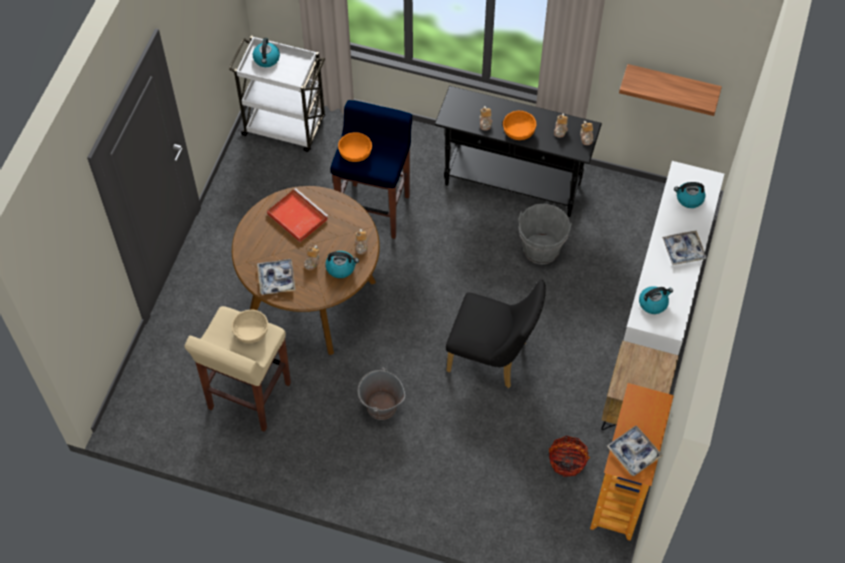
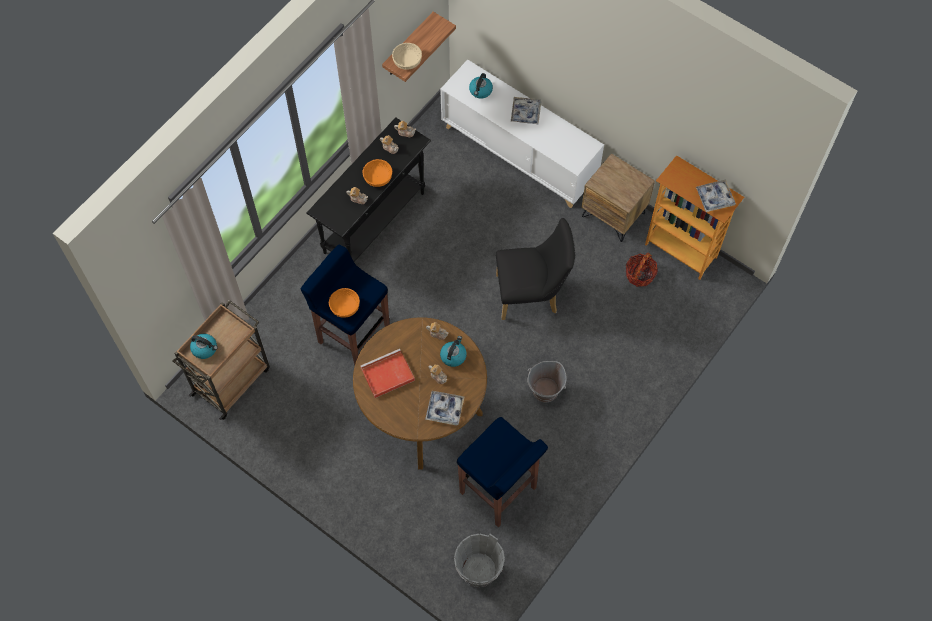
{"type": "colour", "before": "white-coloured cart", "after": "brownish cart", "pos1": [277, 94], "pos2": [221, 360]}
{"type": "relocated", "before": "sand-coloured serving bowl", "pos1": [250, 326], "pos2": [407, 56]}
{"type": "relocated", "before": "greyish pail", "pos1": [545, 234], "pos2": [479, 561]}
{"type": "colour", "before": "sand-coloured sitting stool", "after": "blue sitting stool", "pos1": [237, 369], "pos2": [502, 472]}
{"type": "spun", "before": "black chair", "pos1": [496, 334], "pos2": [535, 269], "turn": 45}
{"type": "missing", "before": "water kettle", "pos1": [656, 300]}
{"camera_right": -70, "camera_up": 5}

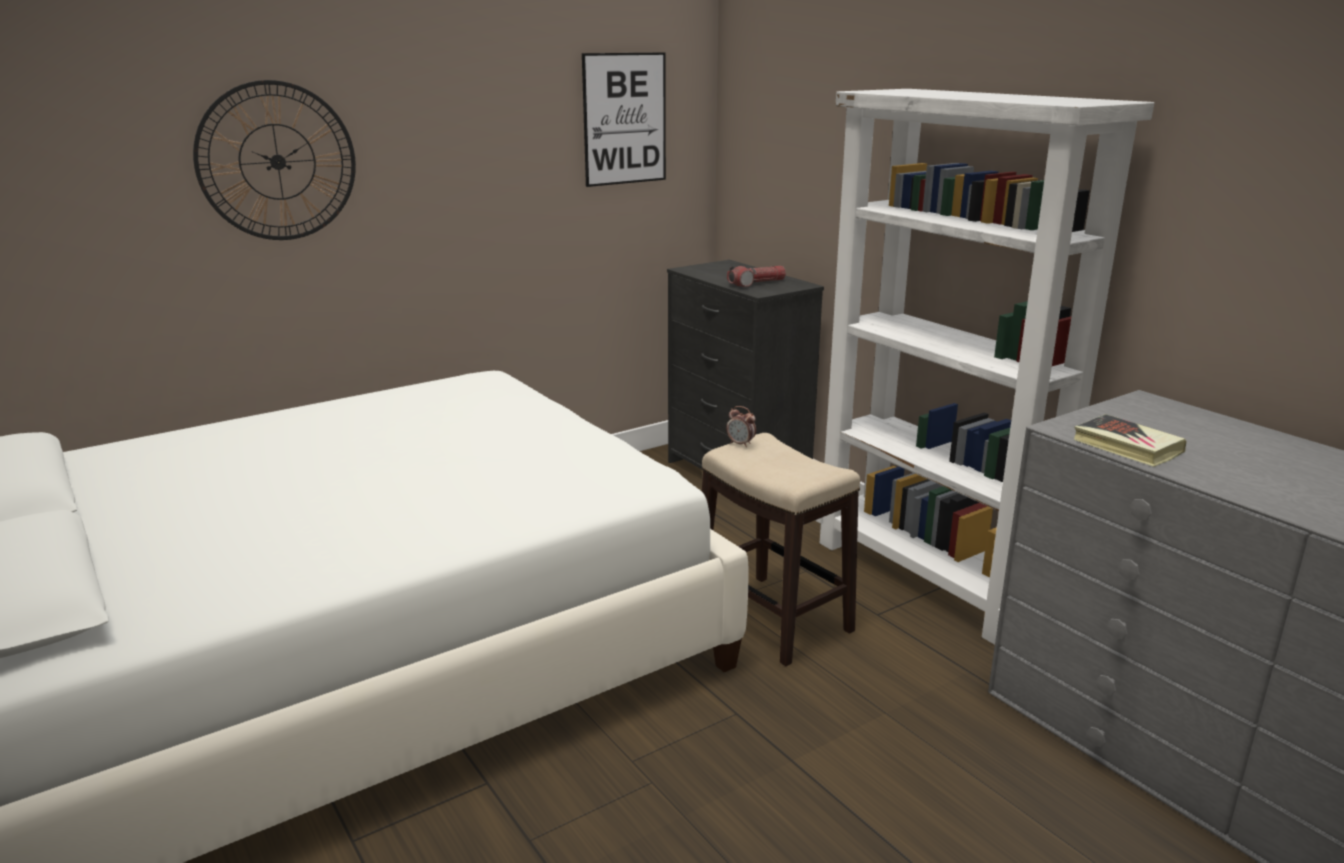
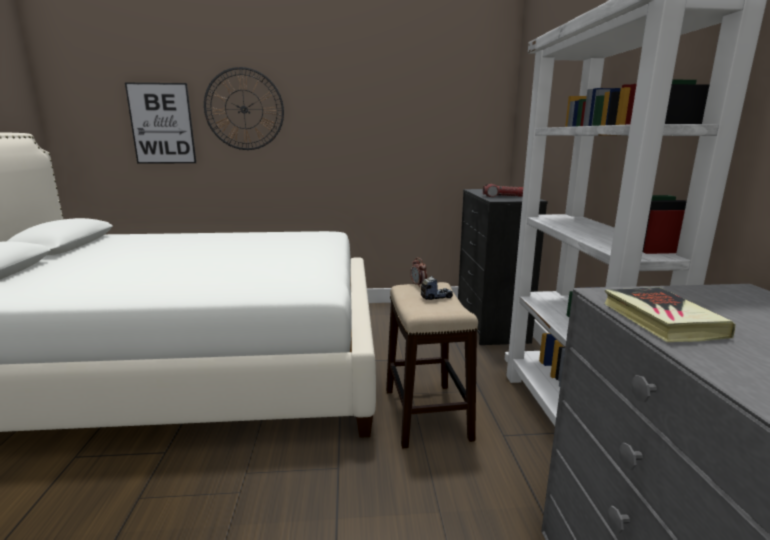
{"type": "relocated", "before": "wall art", "pos1": [624, 119], "pos2": [160, 123]}
{"type": "appeared", "after": "toy truck", "pos2": [437, 288]}
{"camera_right": 30, "camera_up": -5}

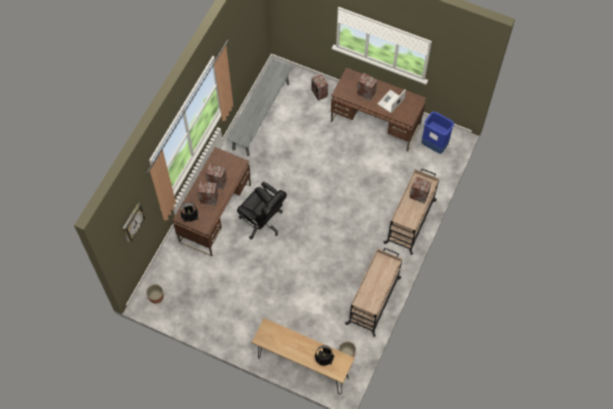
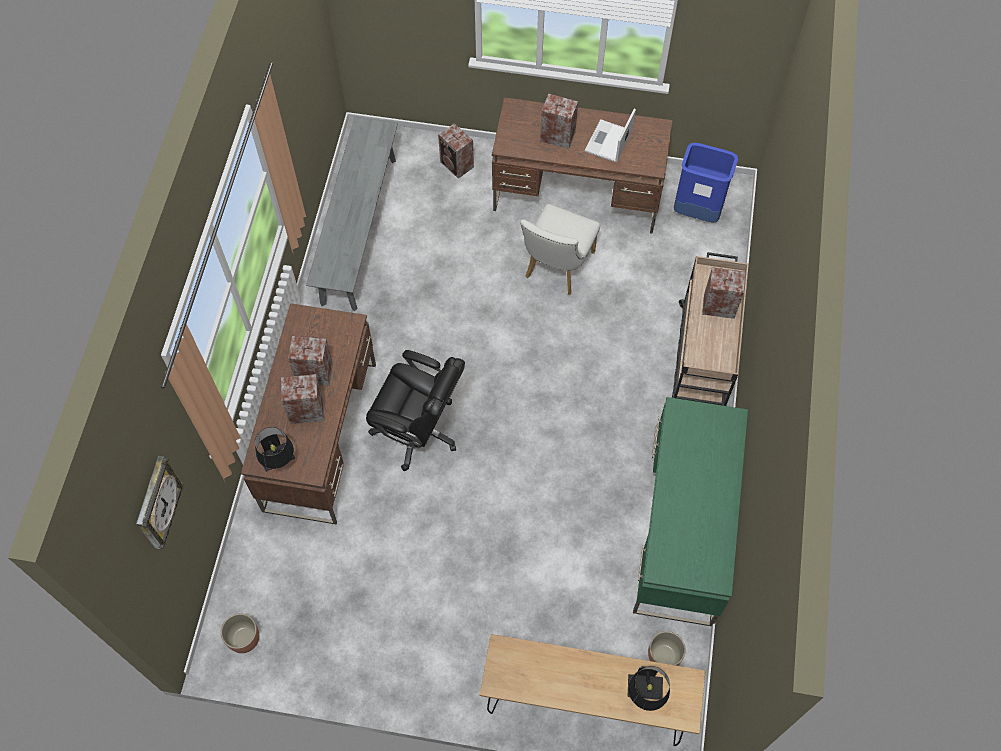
{"type": "appeared", "after": "white-coloured chair", "pos2": [560, 249]}
{"type": "exchanged", "before": "sand-coloured cart", "after": "green-coloured desk unit", "pos1": [373, 292], "pos2": [690, 511]}
{"camera_right": -15, "camera_up": 0}

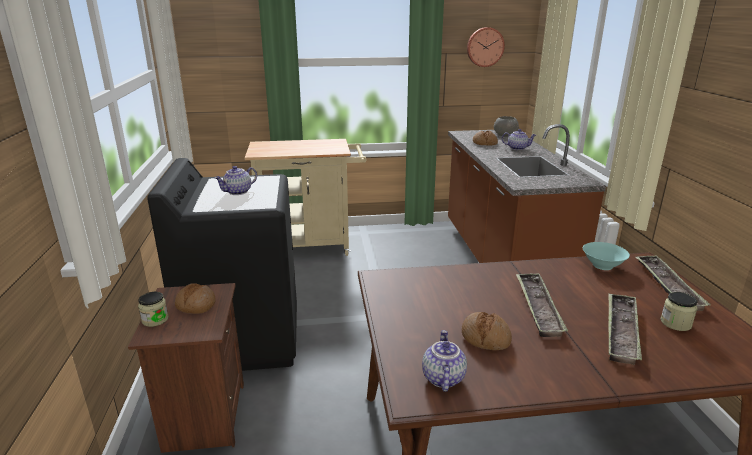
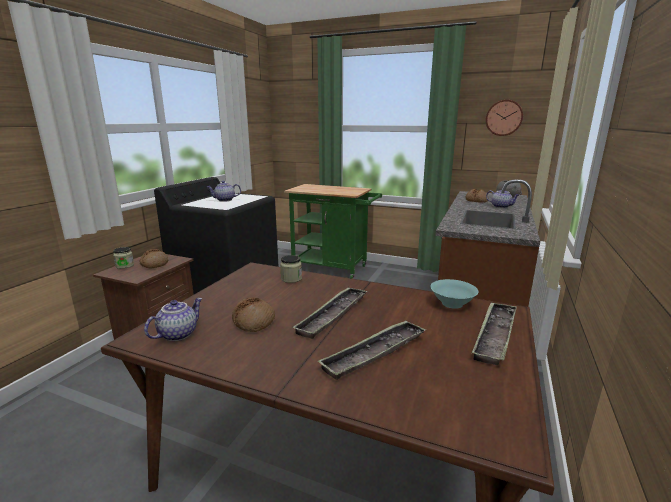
{"type": "relocated", "before": "jar", "pos1": [679, 311], "pos2": [291, 269]}
{"type": "colour", "before": "sand-coloured cart", "after": "green-coloured cart", "pos1": [305, 197], "pos2": [333, 231]}
{"camera_right": 30, "camera_up": -5}

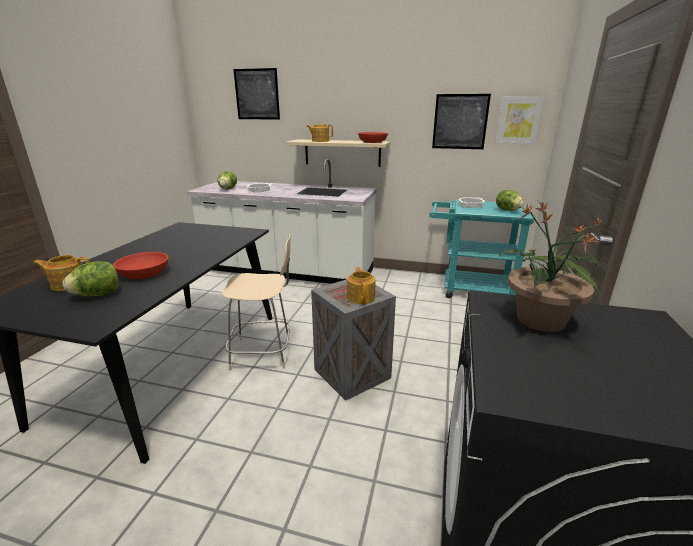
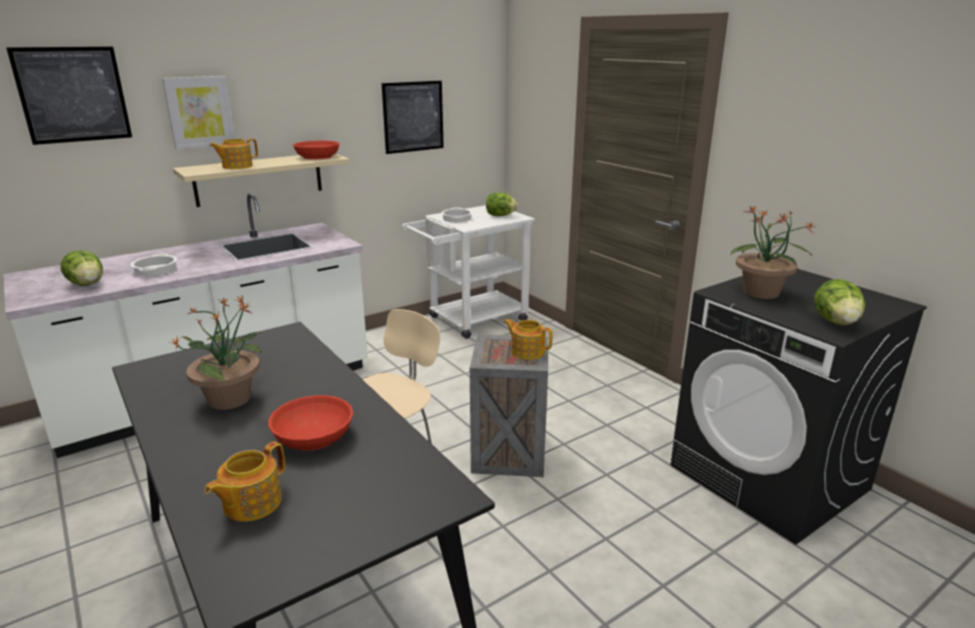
{"type": "relocated", "before": "wall art", "pos1": [520, 120], "pos2": [198, 113]}
{"type": "appeared", "after": "houseplant", "pos2": [216, 352]}
{"type": "colour", "before": "turquoise-coloured cart", "after": "white-coloured cart", "pos1": [481, 249], "pos2": [468, 272]}
{"type": "relocated", "before": "lettuce head", "pos1": [91, 279], "pos2": [839, 302]}
{"camera_right": -50, "camera_up": 0}

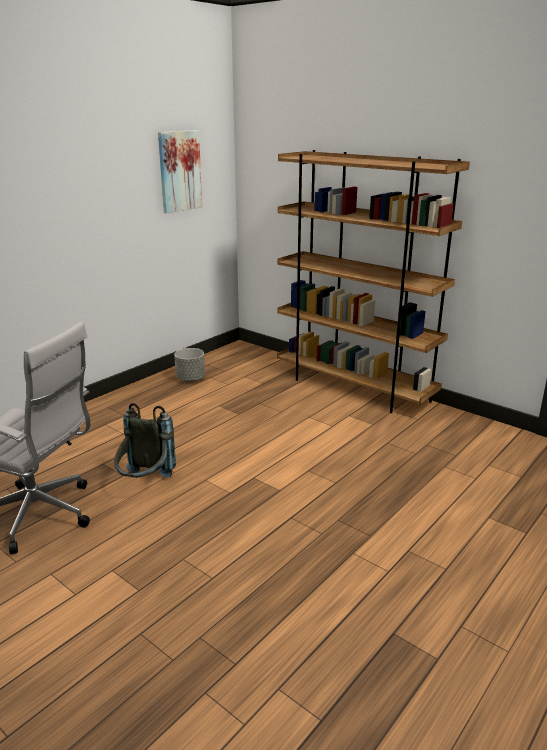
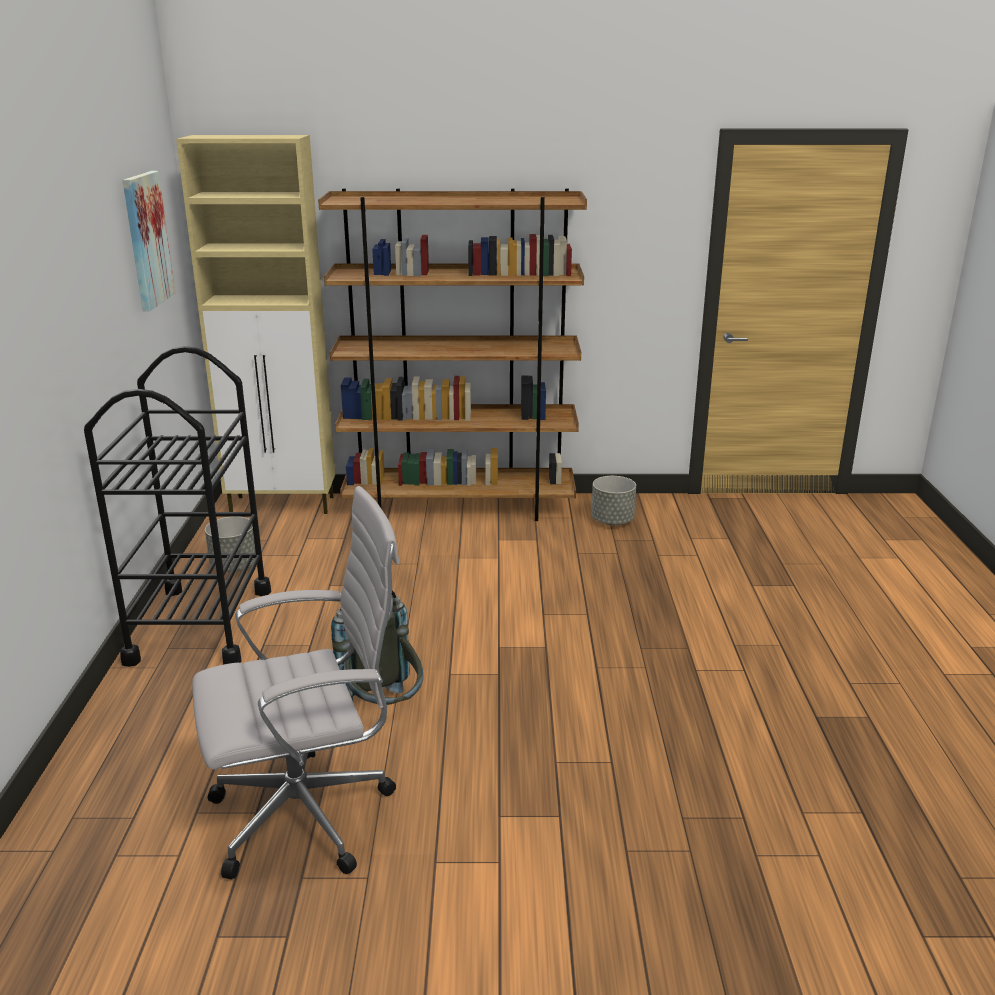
{"type": "appeared", "after": "black cart", "pos2": [177, 506]}
{"type": "appeared", "after": "sand-coloured cupboard", "pos2": [255, 324]}
{"type": "appeared", "after": "greyish flower pot", "pos2": [613, 500]}
{"camera_right": -40, "camera_up": 0}

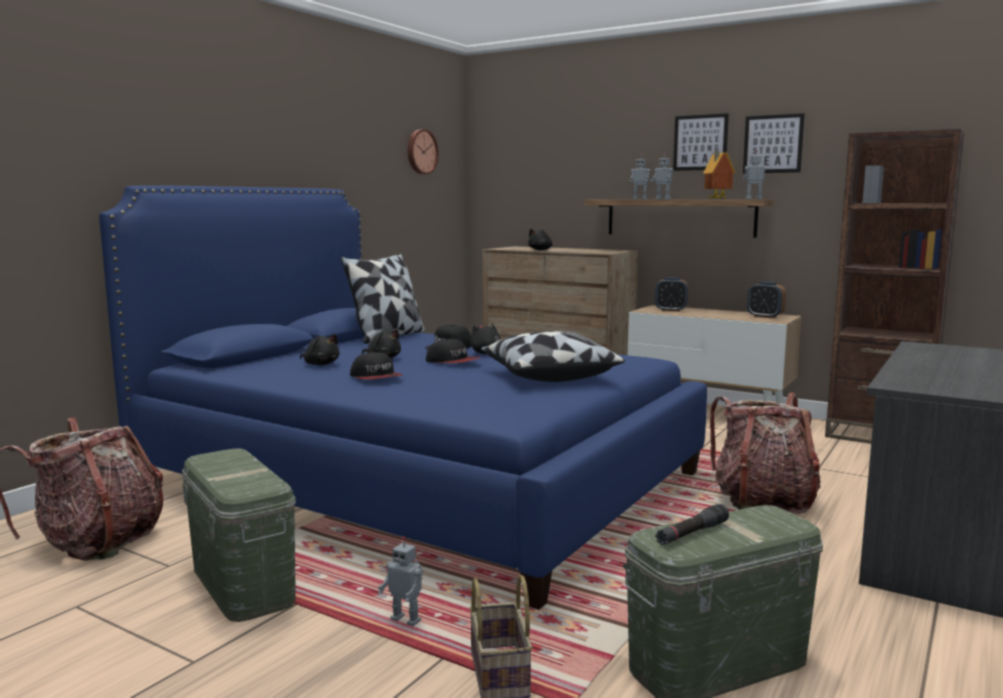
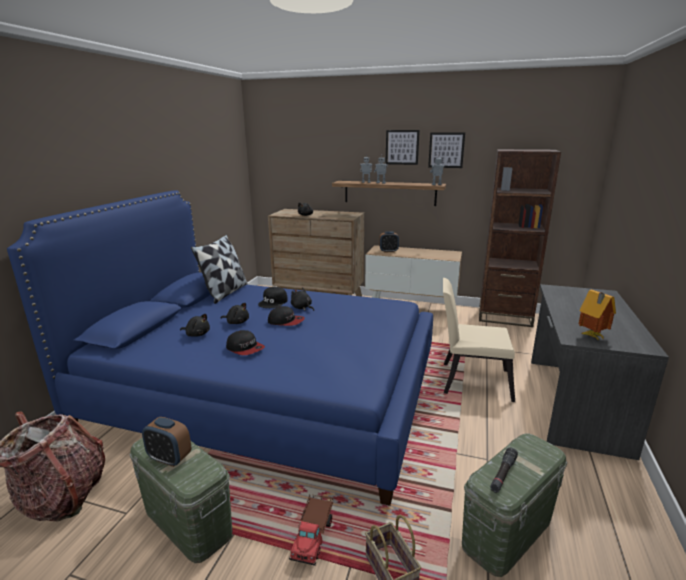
{"type": "relocated", "before": "table clock", "pos1": [766, 300], "pos2": [166, 442]}
{"type": "exchanged", "before": "toy robot", "after": "toy truck", "pos1": [400, 581], "pos2": [311, 530]}
{"type": "exchanged", "before": "backpack", "after": "sand-coloured chair", "pos1": [765, 453], "pos2": [479, 340]}
{"type": "relocated", "before": "toy house", "pos1": [719, 175], "pos2": [597, 314]}
{"type": "missing", "before": "wall clock", "pos1": [423, 152]}
{"type": "missing", "before": "cushion", "pos1": [553, 356]}
{"camera_right": -15, "camera_up": 10}

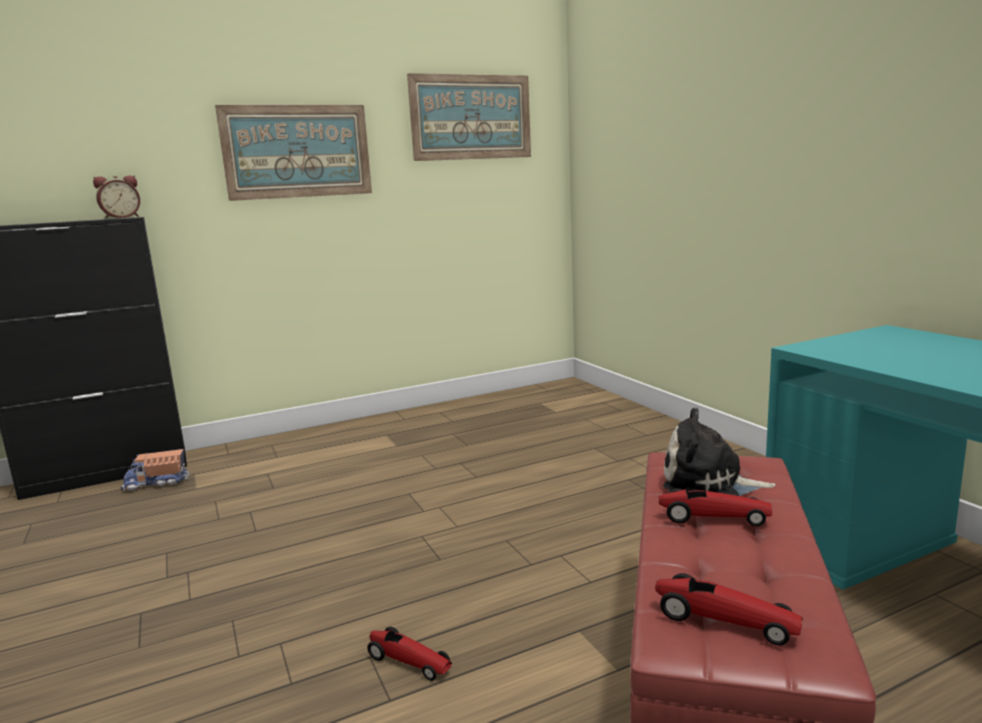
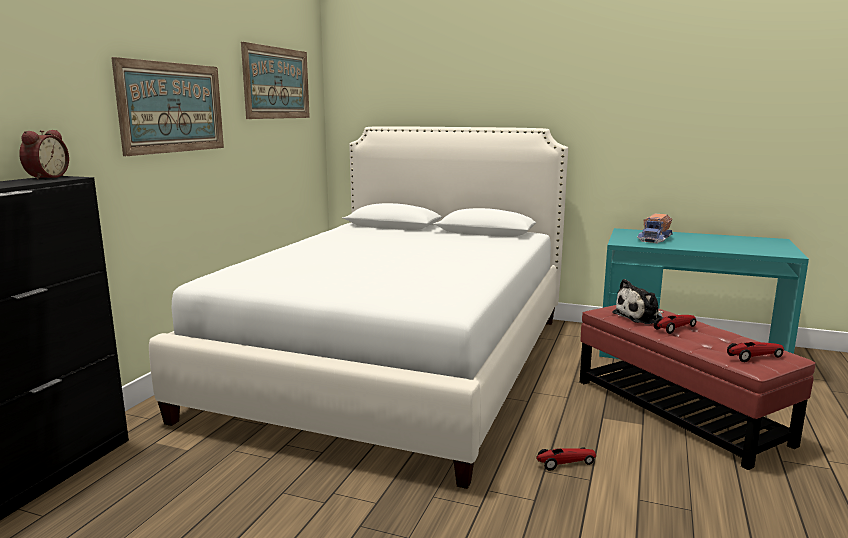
{"type": "appeared", "after": "white-coloured bed", "pos2": [358, 307]}
{"type": "relocated", "before": "toy truck", "pos1": [155, 470], "pos2": [654, 228]}
{"camera_right": -45, "camera_up": 0}

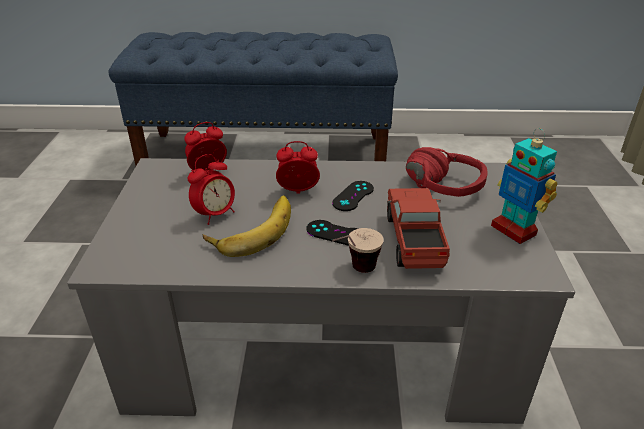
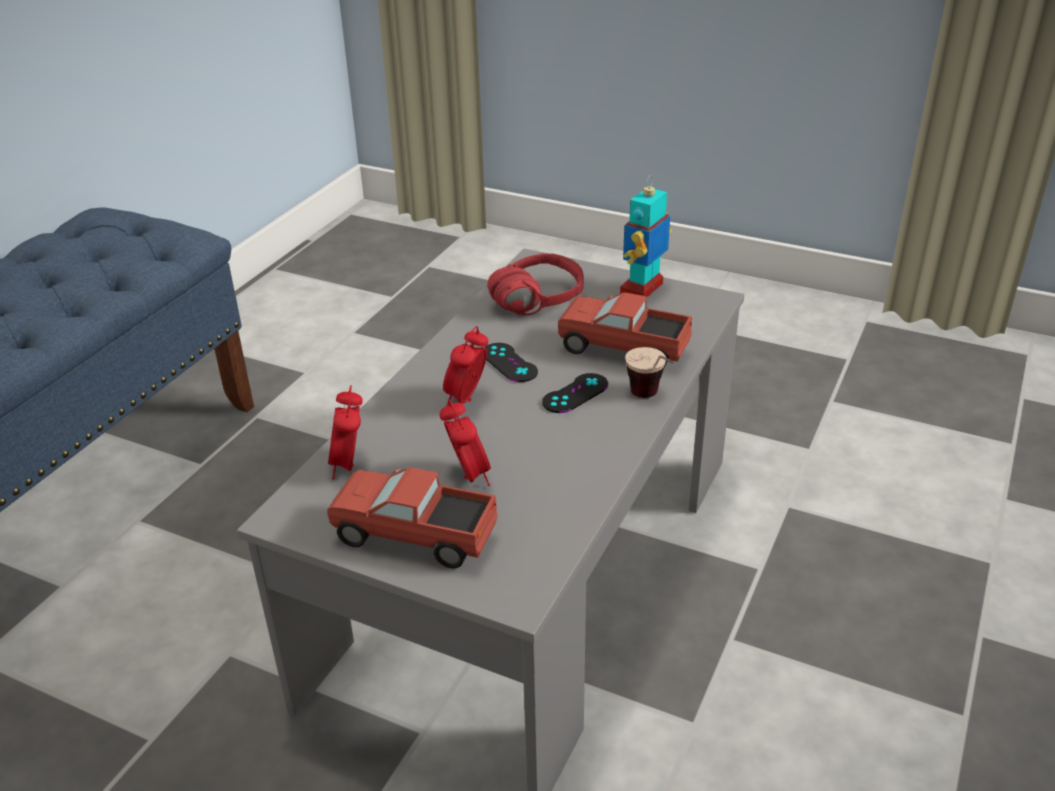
{"type": "appeared", "after": "toy truck", "pos2": [412, 517]}
{"type": "spun", "before": "toy robot", "pos1": [524, 186], "pos2": [646, 236], "turn": 135}
{"type": "missing", "before": "banana fruit", "pos1": [247, 226]}
{"camera_right": -65, "camera_up": 0}

